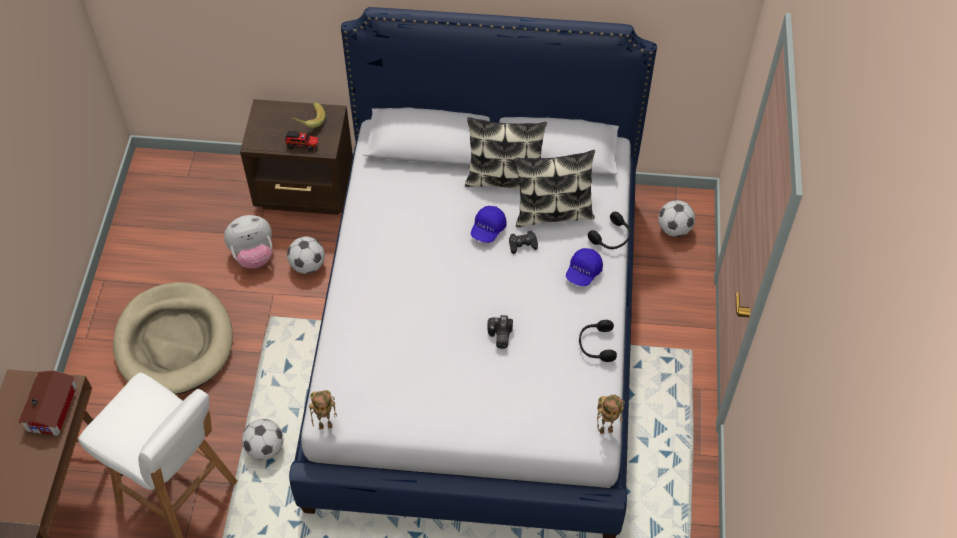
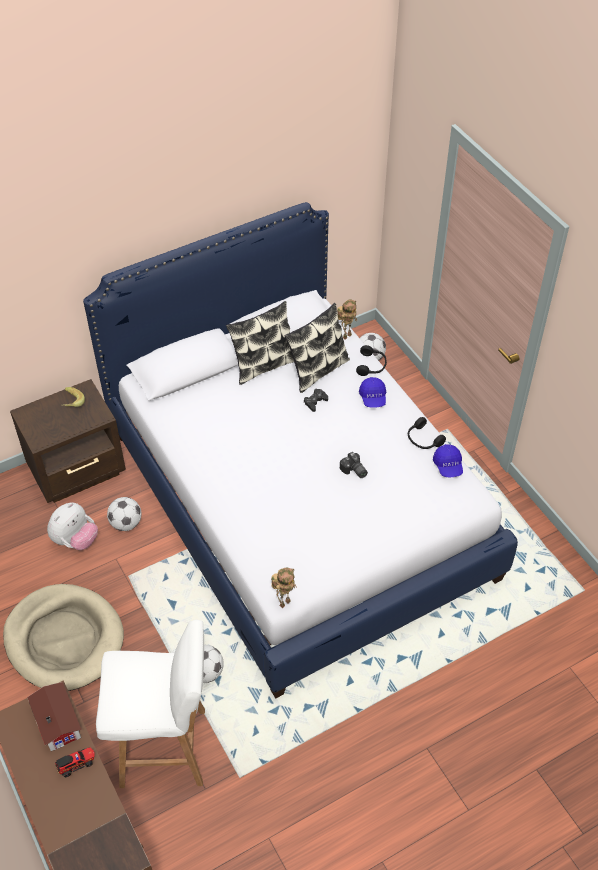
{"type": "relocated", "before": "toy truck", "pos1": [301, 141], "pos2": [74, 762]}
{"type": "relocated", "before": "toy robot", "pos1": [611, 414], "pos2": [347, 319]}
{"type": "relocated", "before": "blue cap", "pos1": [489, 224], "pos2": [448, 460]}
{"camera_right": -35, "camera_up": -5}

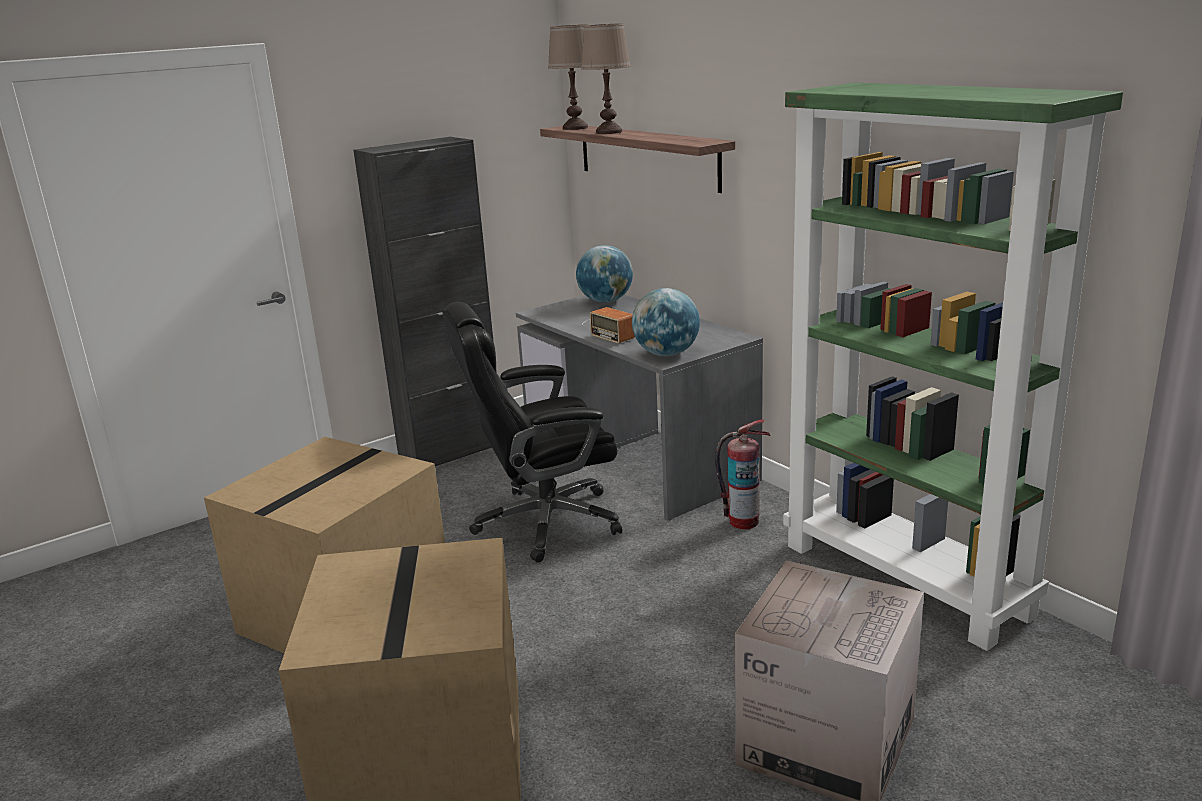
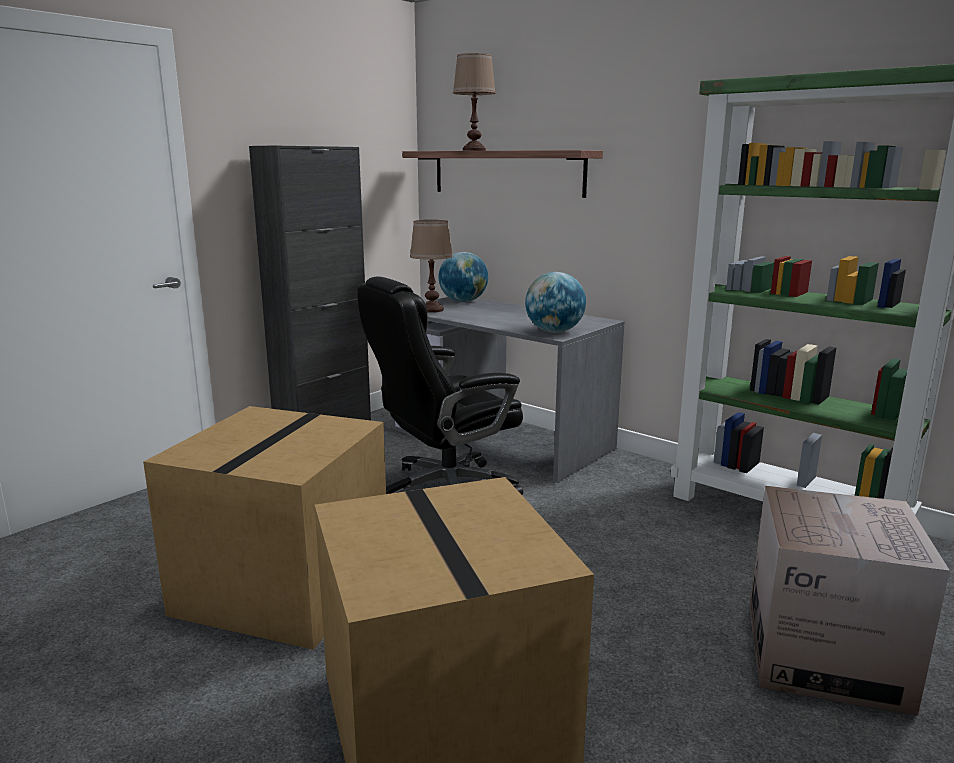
{"type": "relocated", "before": "brownish lamp for a table", "pos1": [568, 77], "pos2": [431, 266]}
{"type": "missing", "before": "radio set", "pos1": [608, 325]}
{"type": "missing", "before": "fire extinguisher", "pos1": [743, 474]}
{"camera_right": -15, "camera_up": -5}

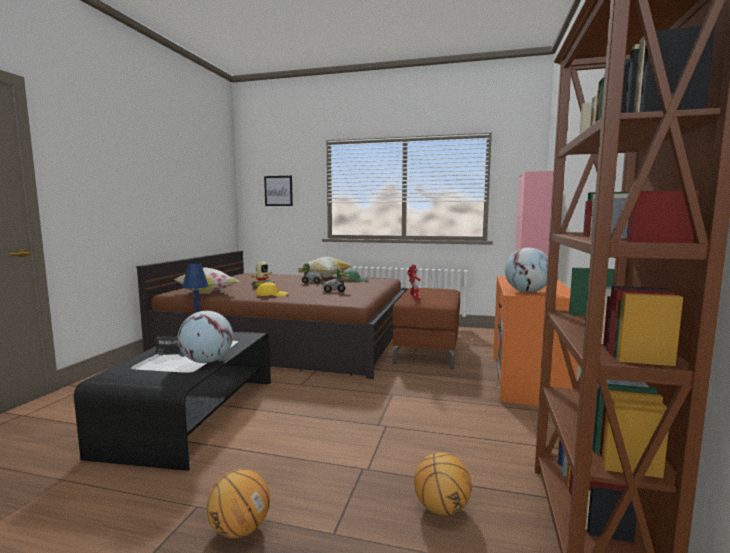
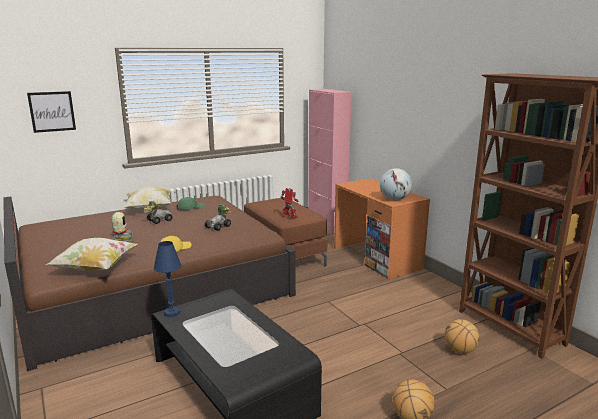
{"type": "missing", "before": "toy truck", "pos1": [170, 346]}
{"type": "missing", "before": "world globe", "pos1": [205, 337]}
{"camera_right": -45, "camera_up": 10}

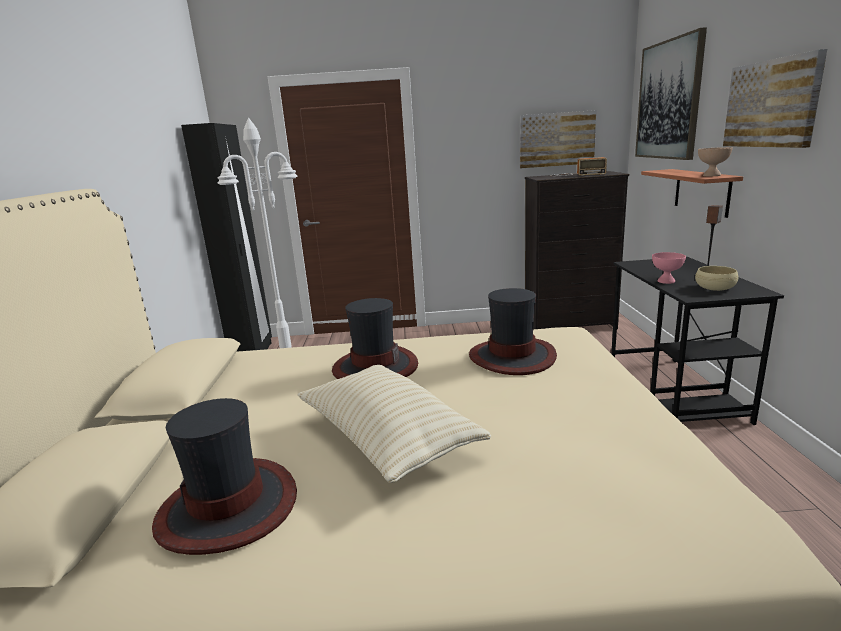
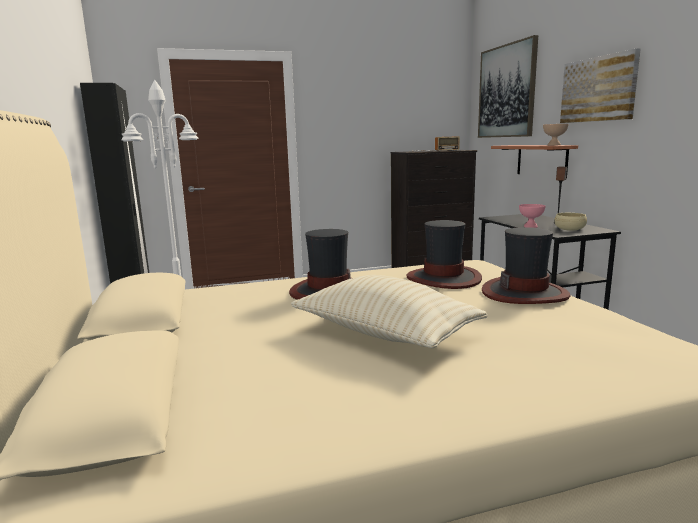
{"type": "relocated", "before": "clothing hat", "pos1": [224, 476], "pos2": [526, 265]}
{"type": "missing", "before": "wall art", "pos1": [558, 139]}
{"camera_right": -15, "camera_up": -5}

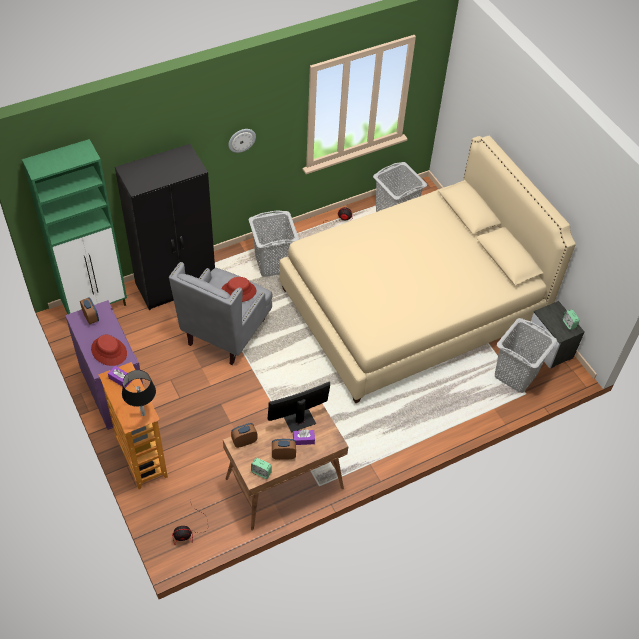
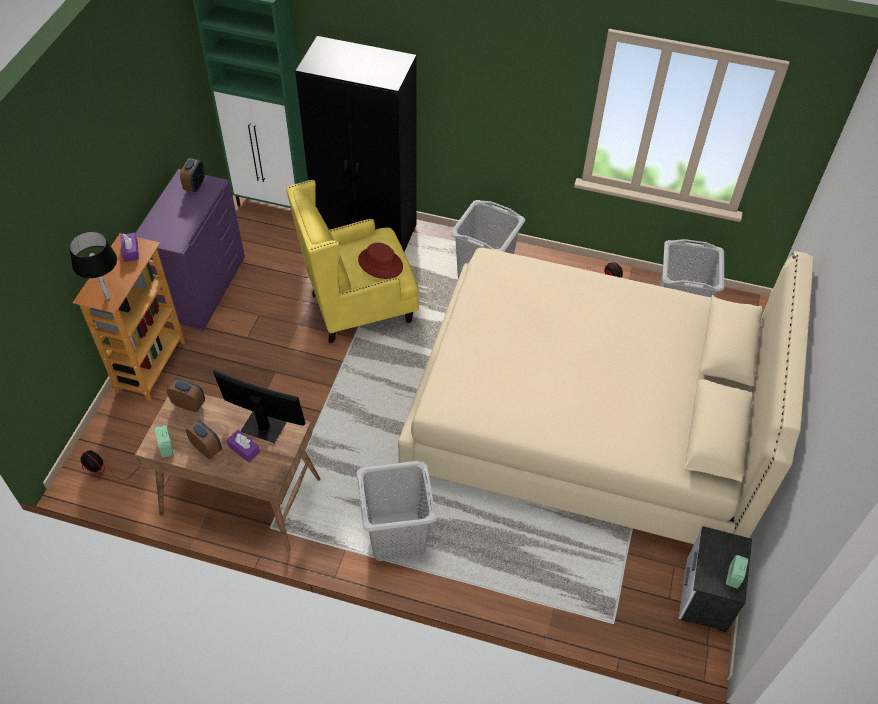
{"type": "colour", "before": "greyish armchair", "after": "yellowish armchair", "pos1": [220, 313], "pos2": [352, 261]}
{"type": "relocated", "before": "greyish washing basket", "pos1": [526, 355], "pos2": [396, 510]}
{"type": "missing", "before": "red-coloured clothing hat", "pos1": [109, 350]}
{"type": "missing", "before": "wall clock", "pos1": [242, 141]}
{"camera_right": 45, "camera_up": 0}

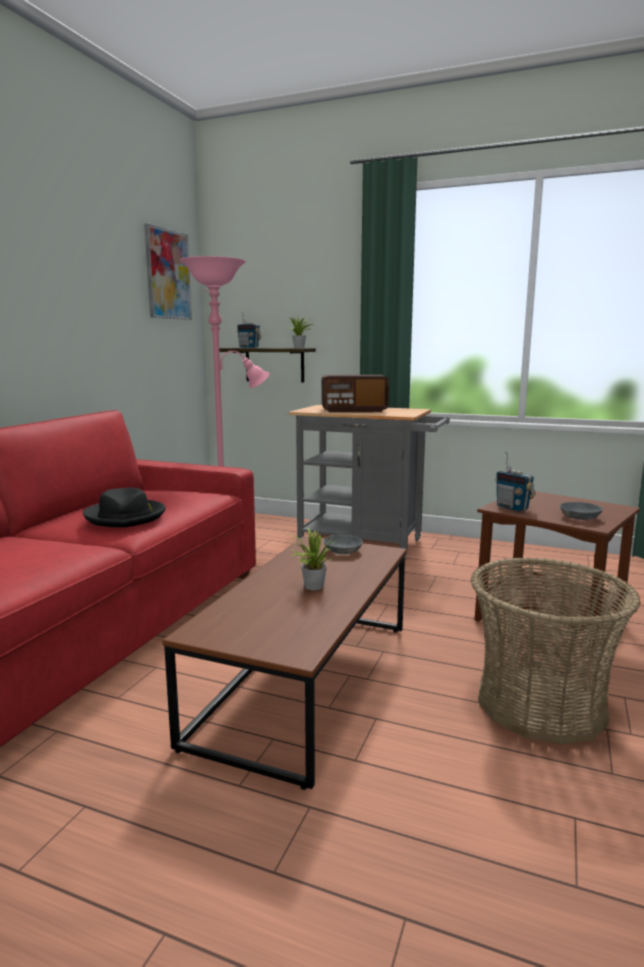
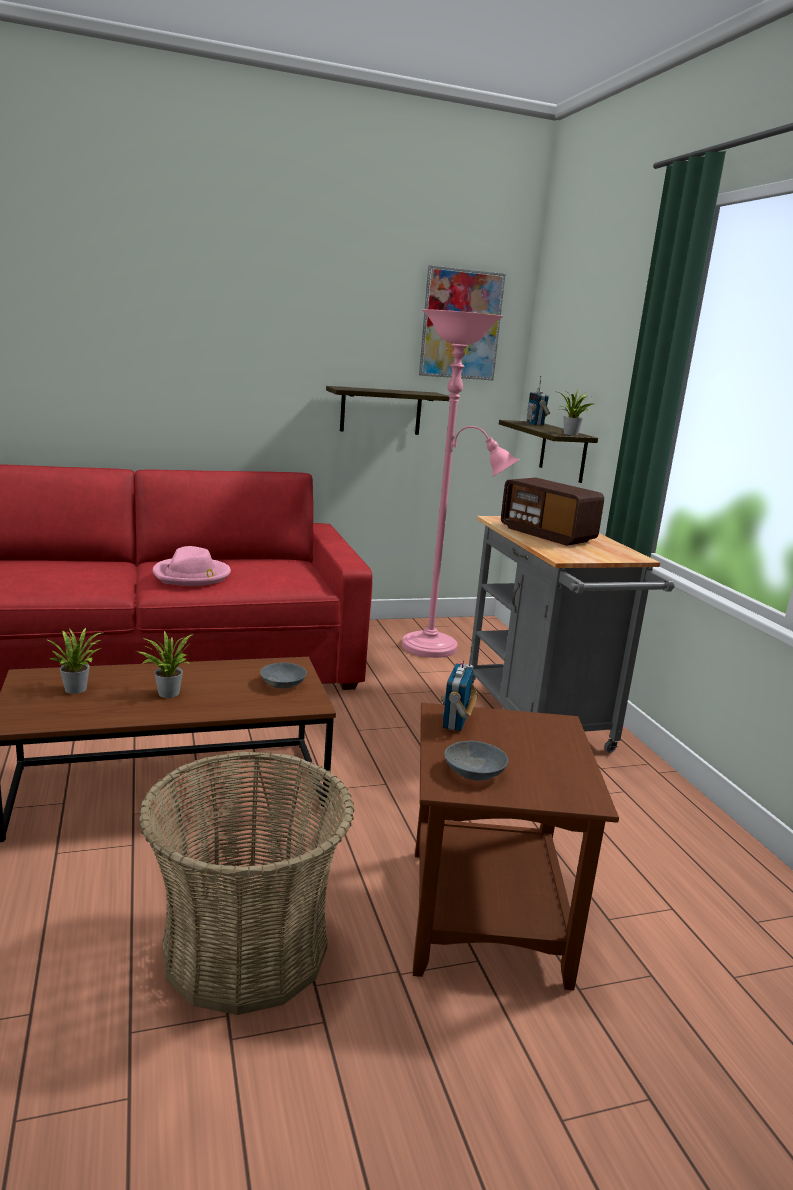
{"type": "appeared", "after": "houseplant", "pos2": [74, 661]}
{"type": "colour", "before": "black clothing hat", "after": "pink-coloured clothing hat", "pos1": [124, 507], "pos2": [192, 566]}
{"type": "appeared", "after": "bracket shelf", "pos2": [388, 410]}
{"camera_right": 50, "camera_up": 5}

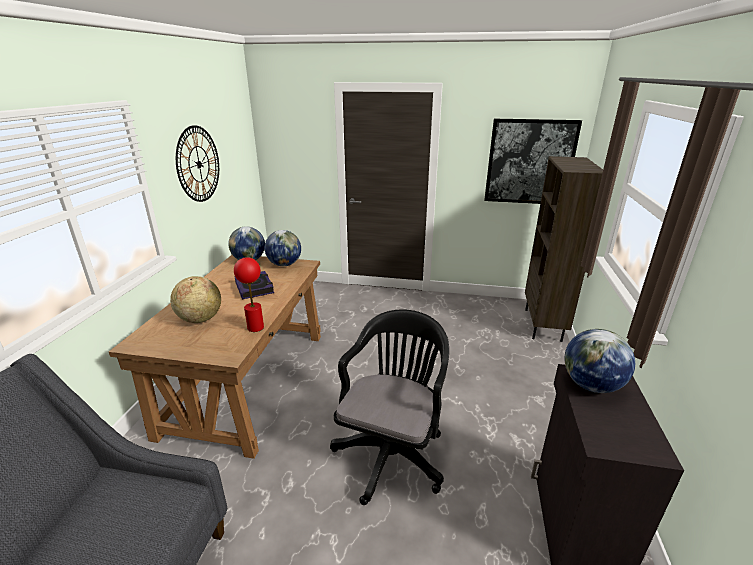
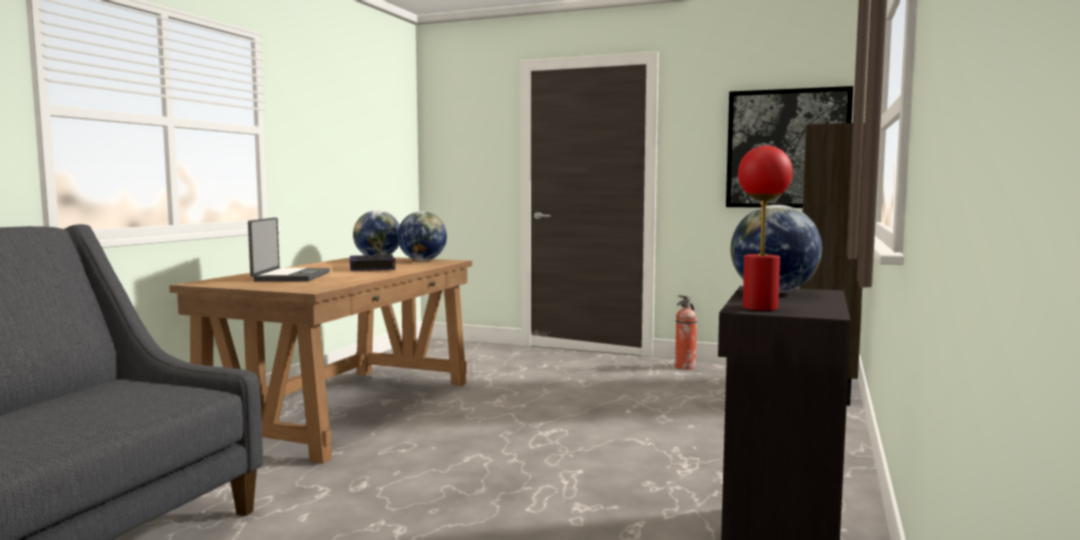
{"type": "exchanged", "before": "world globe", "after": "portable computer", "pos1": [195, 299], "pos2": [289, 249]}
{"type": "appeared", "after": "fire extinguisher", "pos2": [686, 332]}
{"type": "relocated", "before": "red-coloured lamp for a table", "pos1": [249, 294], "pos2": [765, 228]}
{"type": "missing", "before": "wall clock", "pos1": [197, 163]}
{"type": "missing", "before": "black computer chair", "pos1": [389, 407]}
{"camera_right": 10, "camera_up": -20}

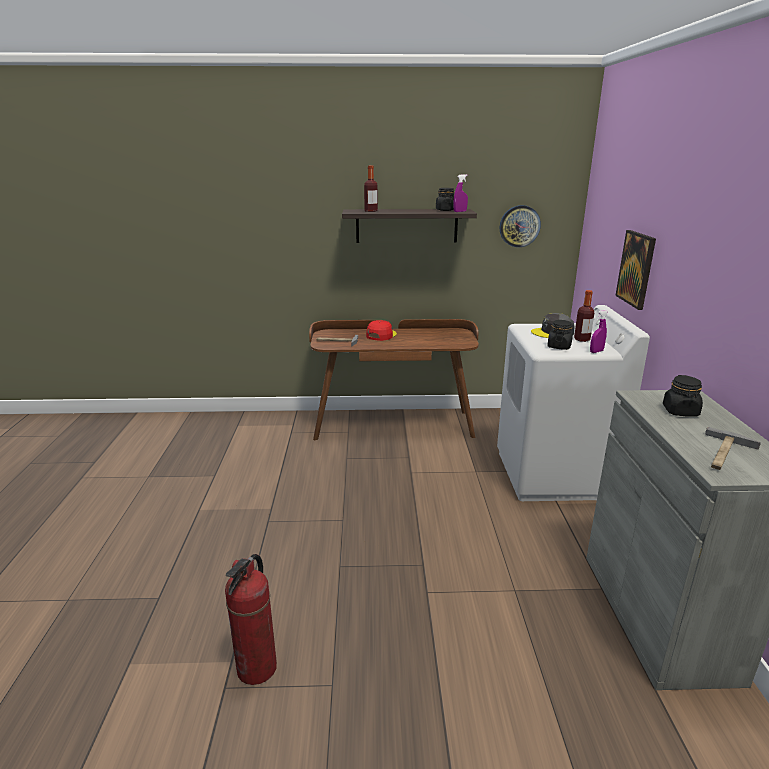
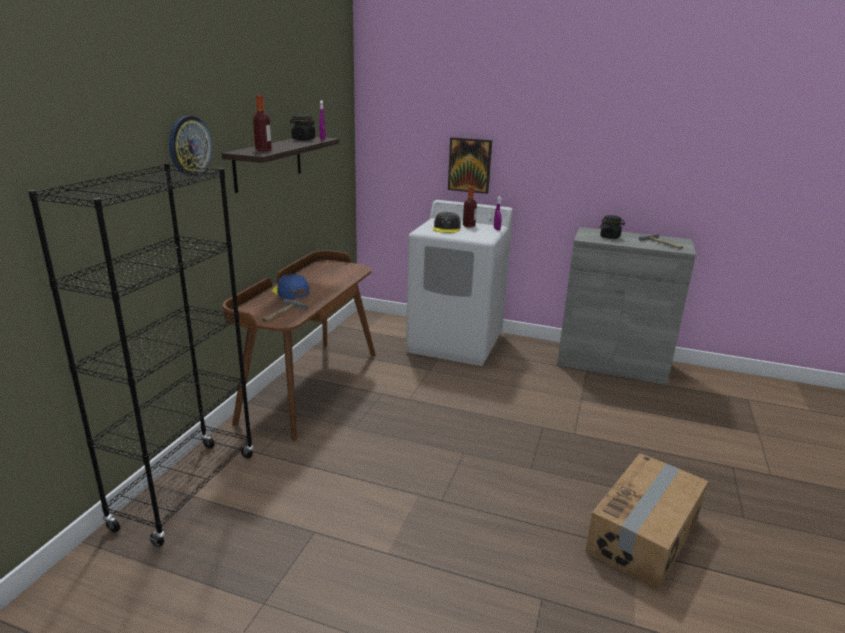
{"type": "appeared", "after": "black bookcase", "pos2": [141, 355]}
{"type": "relocated", "before": "wall clock", "pos1": [520, 226], "pos2": [190, 146]}
{"type": "colour", "before": "red-coloured cap", "after": "blue cap", "pos1": [381, 330], "pos2": [290, 286]}
{"type": "exchanged", "before": "fire extinguisher", "after": "packing box", "pos1": [251, 619], "pos2": [646, 522]}
{"type": "missing", "before": "black jar", "pos1": [560, 335]}
{"camera_right": -70, "camera_up": 0}

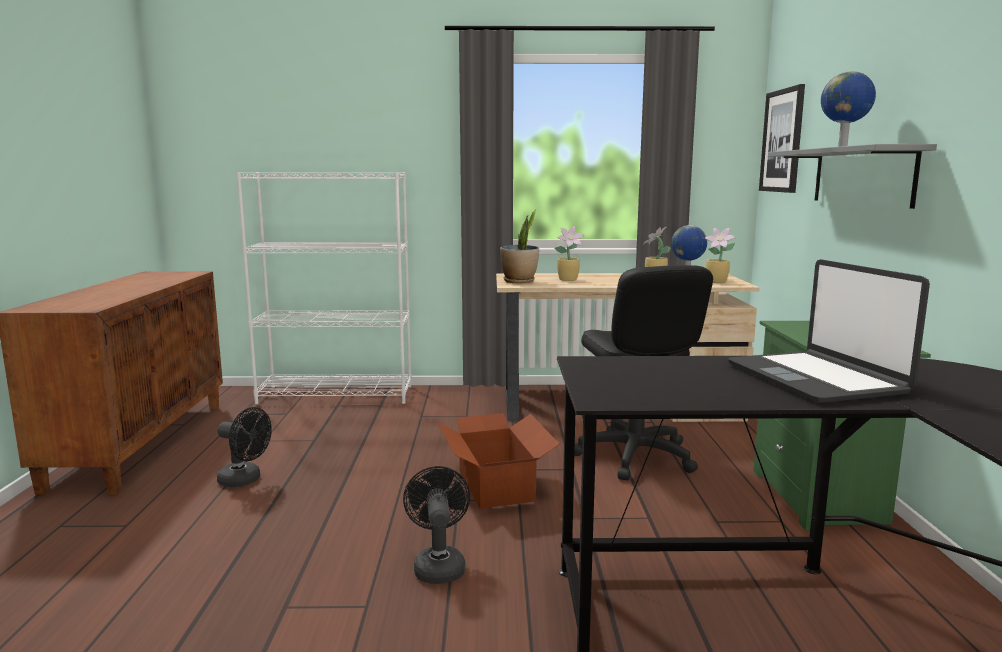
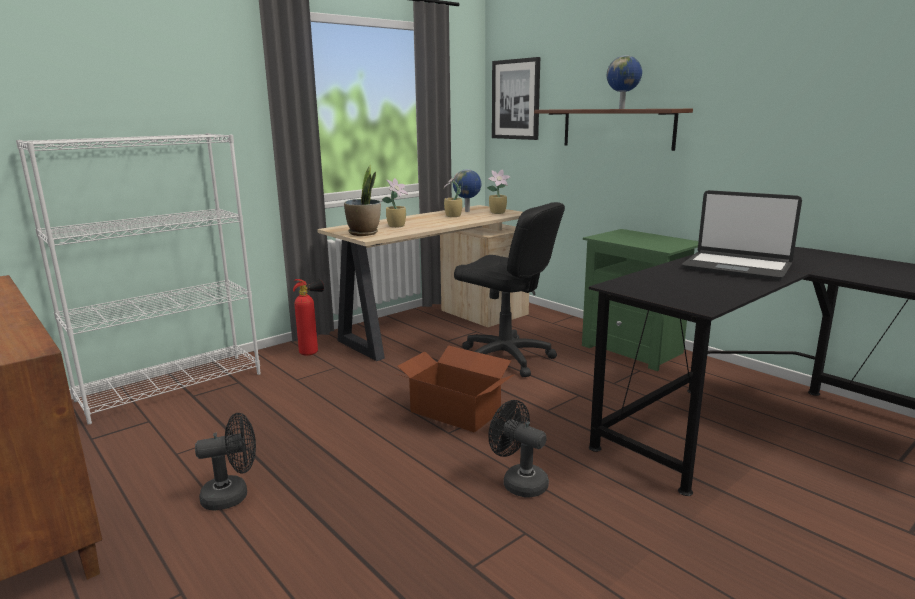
{"type": "appeared", "after": "fire extinguisher", "pos2": [308, 317]}
{"type": "colour", "before": "greyish bracket shelf", "after": "brownish bracket shelf", "pos1": [852, 176], "pos2": [613, 130]}
{"camera_right": -40, "camera_up": 5}

